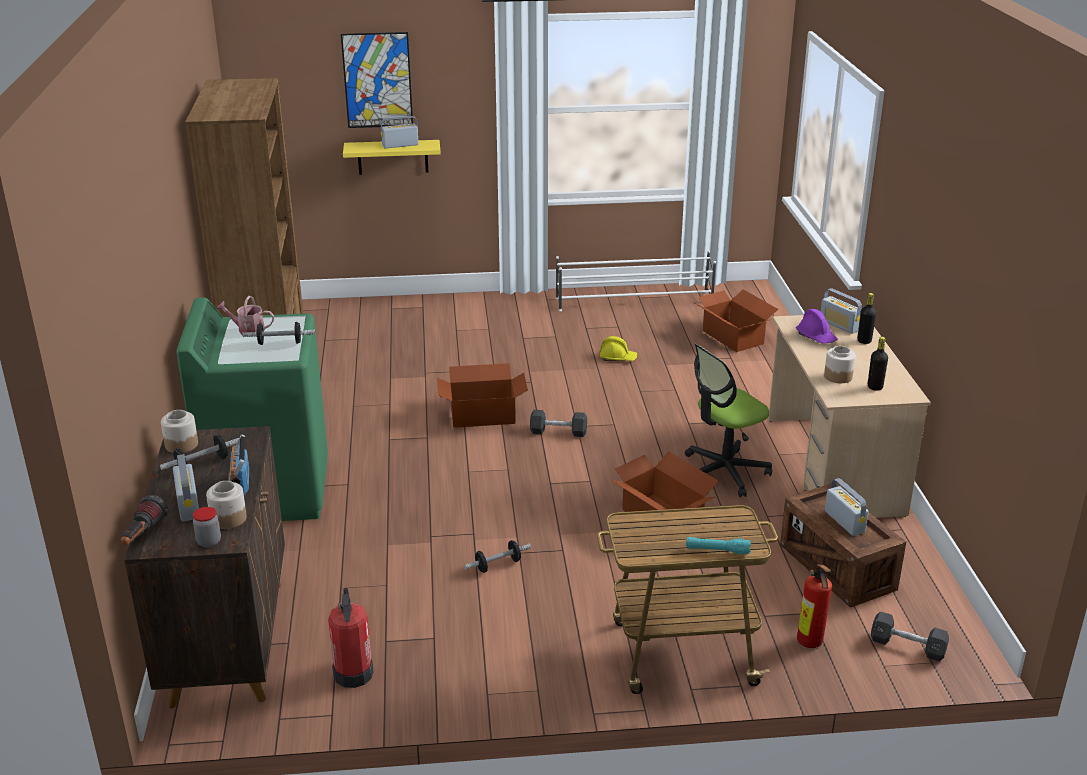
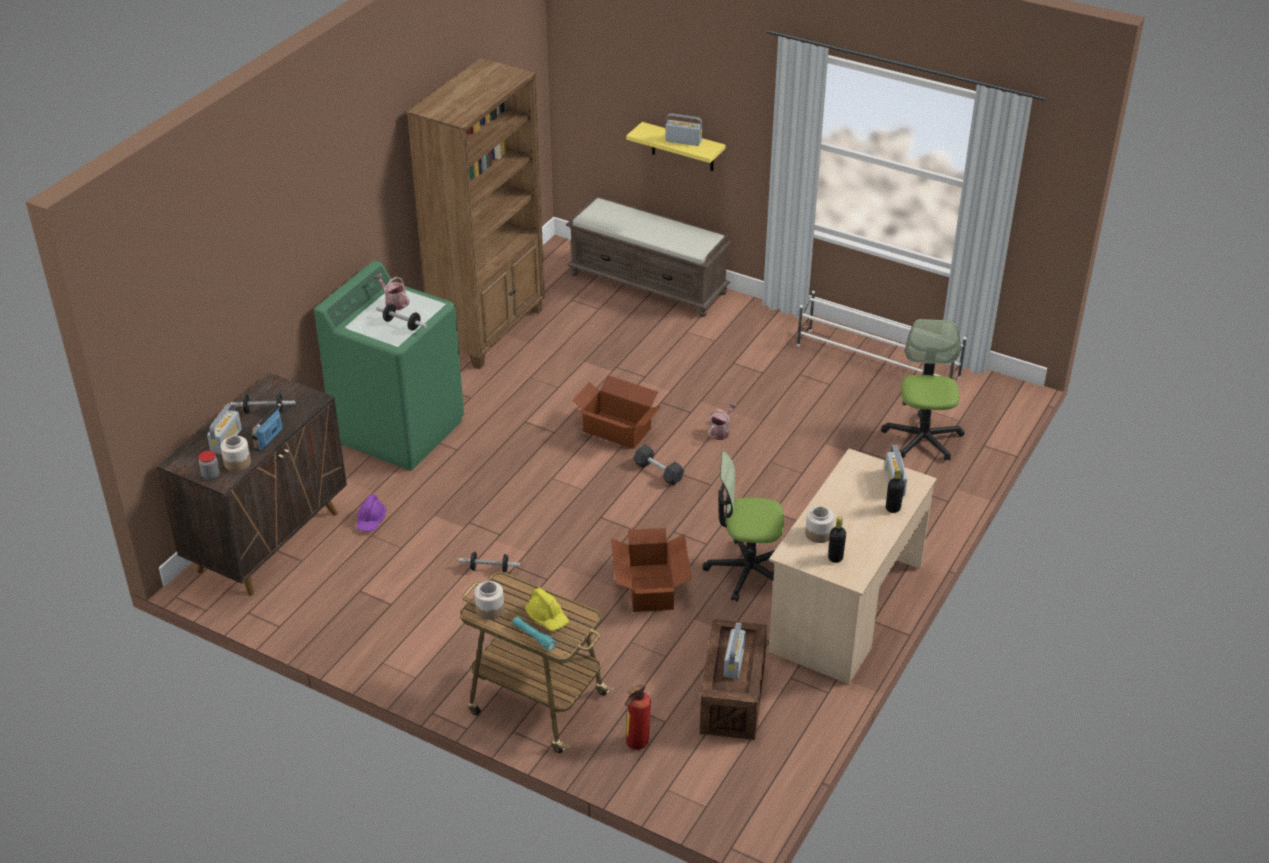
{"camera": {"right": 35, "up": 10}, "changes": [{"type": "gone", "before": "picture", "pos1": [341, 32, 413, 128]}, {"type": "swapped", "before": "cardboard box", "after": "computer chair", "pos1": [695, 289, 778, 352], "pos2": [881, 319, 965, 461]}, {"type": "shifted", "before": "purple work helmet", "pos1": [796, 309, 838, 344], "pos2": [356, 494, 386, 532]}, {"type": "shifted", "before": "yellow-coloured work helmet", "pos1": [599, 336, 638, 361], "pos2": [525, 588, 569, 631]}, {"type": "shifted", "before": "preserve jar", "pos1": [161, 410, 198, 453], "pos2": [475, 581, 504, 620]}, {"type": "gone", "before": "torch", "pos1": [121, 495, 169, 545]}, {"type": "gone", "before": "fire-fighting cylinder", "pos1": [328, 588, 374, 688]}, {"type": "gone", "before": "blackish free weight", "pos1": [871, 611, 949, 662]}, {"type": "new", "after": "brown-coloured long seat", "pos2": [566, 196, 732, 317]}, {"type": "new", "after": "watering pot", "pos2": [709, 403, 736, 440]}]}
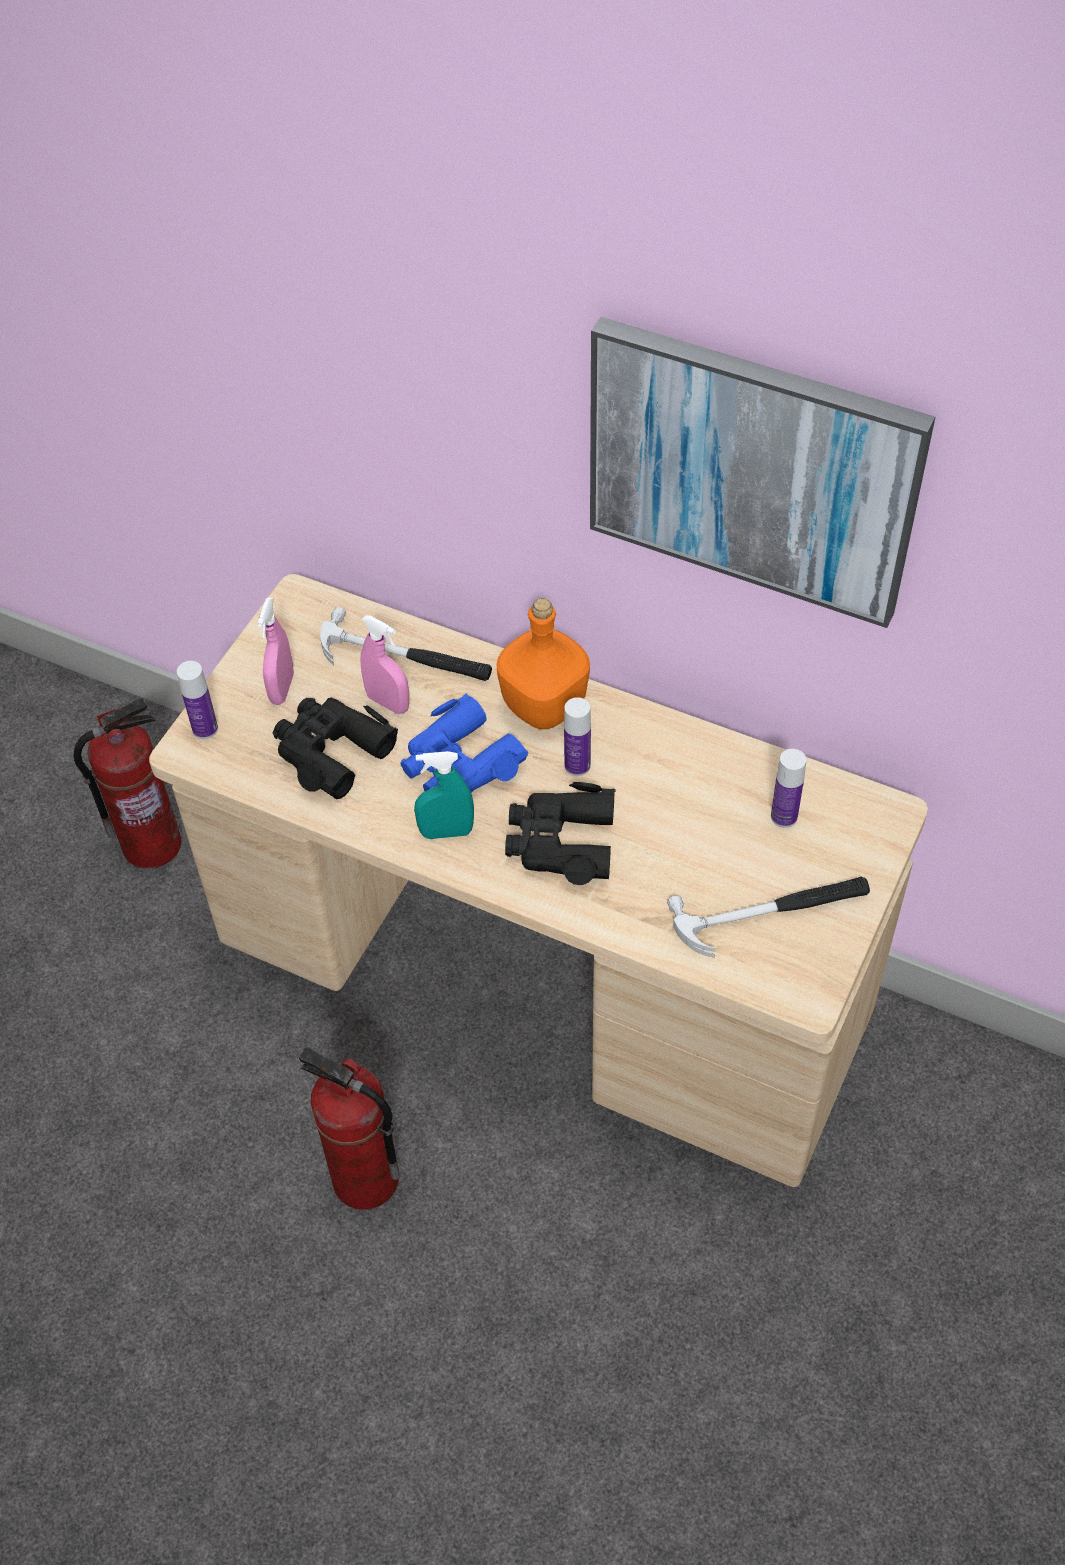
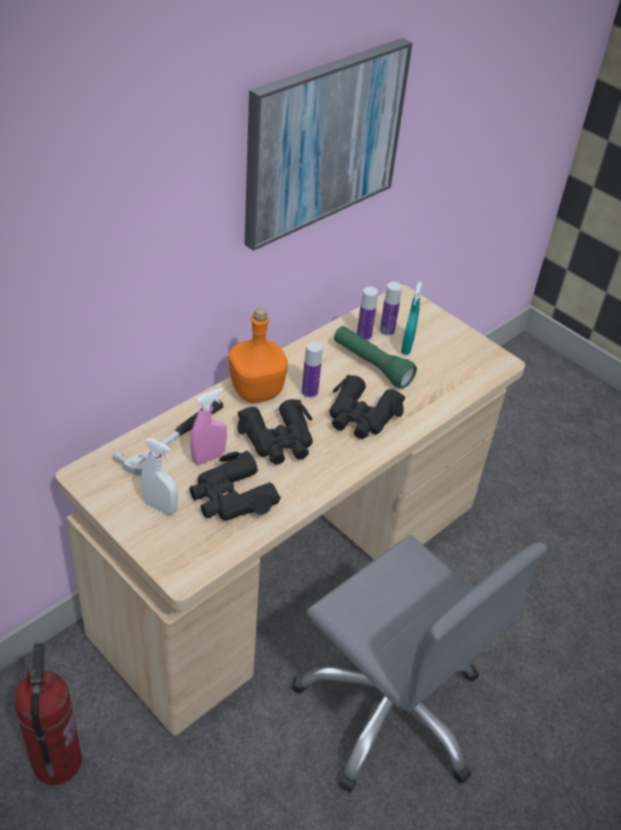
{"camera": {"right": -75, "up": -10}, "changes": [{"type": "repainted", "before": "pink-coloured sprayer", "after": "white sprayer", "pos1": [257, 597, 294, 705], "pos2": [141, 438, 178, 515]}, {"type": "shifted", "before": "drink bottle", "pos1": [177, 661, 218, 739], "pos2": [357, 287, 378, 341]}, {"type": "repainted", "before": "blue pair of binoculars", "after": "blackish pair of binoculars", "pos1": [400, 694, 528, 793], "pos2": [237, 399, 313, 464]}, {"type": "shifted", "before": "turquoise sprayer", "pos1": [414, 751, 474, 839], "pos2": [401, 282, 422, 355]}, {"type": "gone", "before": "hand hammer", "pos1": [667, 877, 870, 958]}, {"type": "swapped", "before": "fire-fighting cylinder", "after": "gray computer chair", "pos1": [298, 1047, 400, 1210], "pos2": [292, 535, 547, 793]}, {"type": "new", "after": "green torch", "pos2": [334, 326, 417, 389]}]}
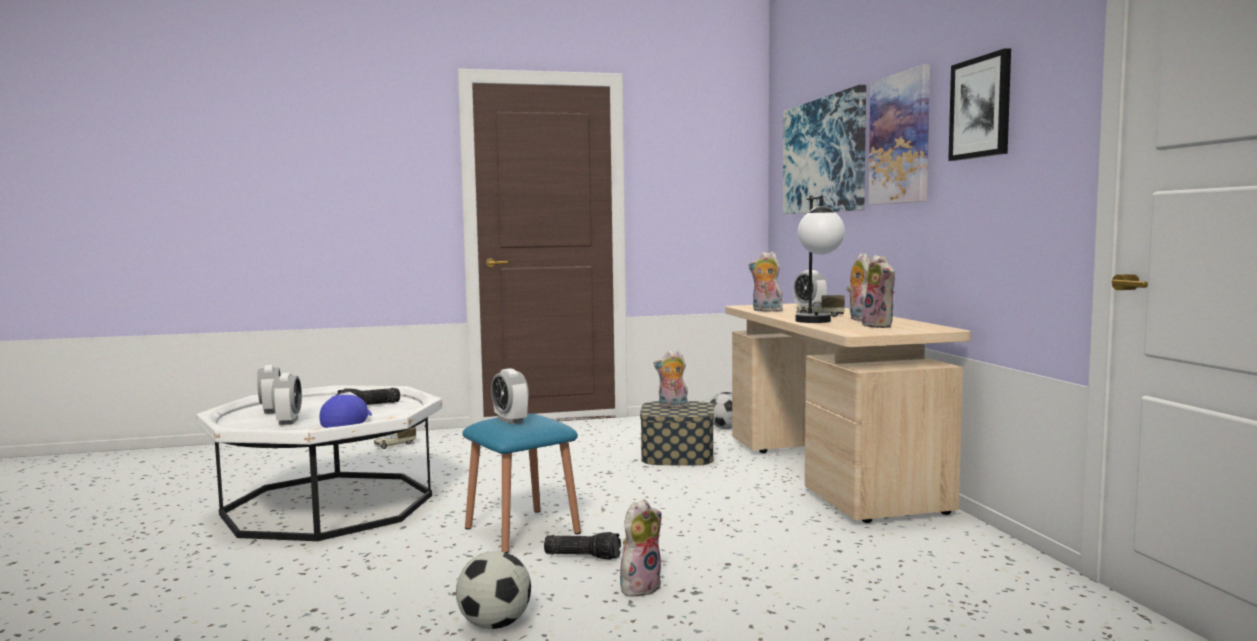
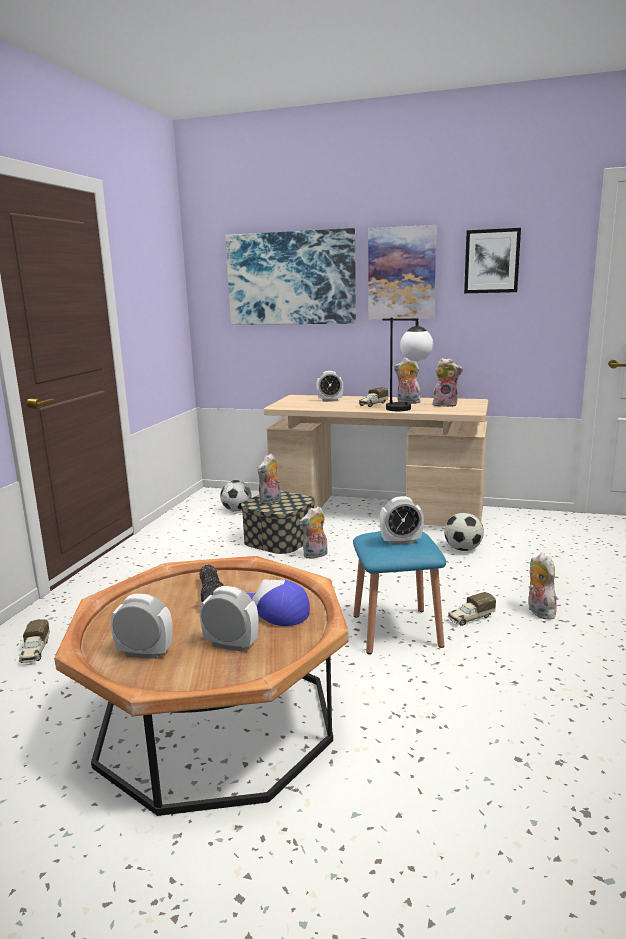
{"camera": {"right": -60, "up": 10}, "changes": [{"type": "shifted", "before": "plush toy", "pos1": [749, 252, 783, 312], "pos2": [299, 506, 328, 559]}, {"type": "repainted", "before": "white low table", "after": "brown-coloured low table", "pos1": [196, 385, 442, 541], "pos2": [54, 556, 349, 816]}, {"type": "swapped", "before": "torch", "after": "toy truck", "pos1": [544, 532, 621, 560], "pos2": [448, 592, 496, 626]}, {"type": "shifted", "before": "ball for football", "pos1": [456, 551, 531, 629], "pos2": [444, 513, 484, 551]}]}
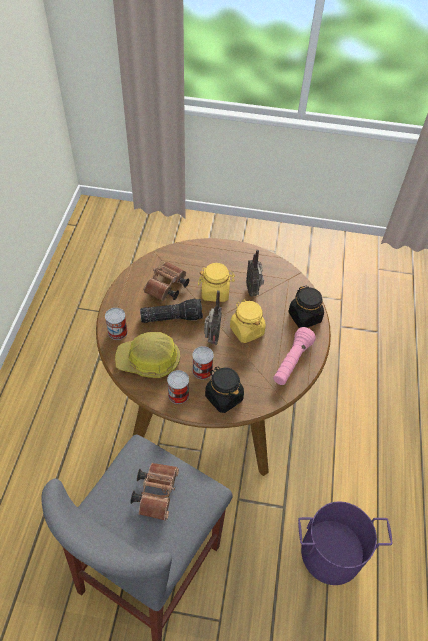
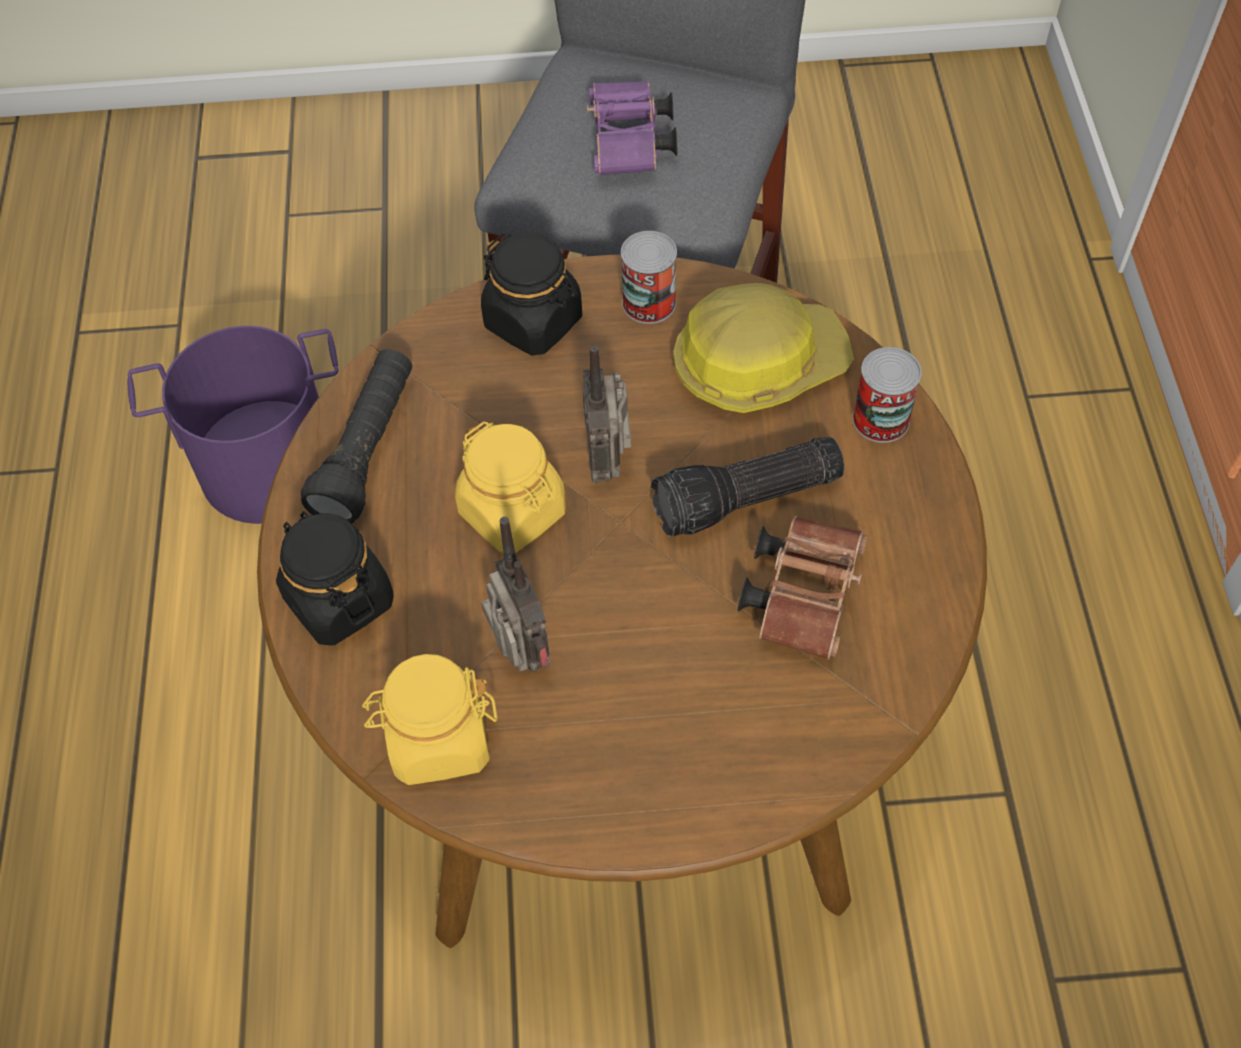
{"camera": {"right": 170, "up": 5}, "changes": [{"type": "shifted", "before": "yellow-coloured preserve jar", "pos1": [198, 263, 235, 302], "pos2": [362, 654, 498, 785]}, {"type": "repainted", "before": "pink-coloured torch", "after": "blackish torch", "pos1": [273, 327, 316, 385], "pos2": [301, 349, 412, 524]}, {"type": "gone", "before": "can", "pos1": [192, 346, 214, 379]}, {"type": "repainted", "before": "brown-coloured pair of binoculars", "after": "purple pair of binoculars", "pos1": [130, 463, 179, 521], "pos2": [587, 81, 677, 176]}]}
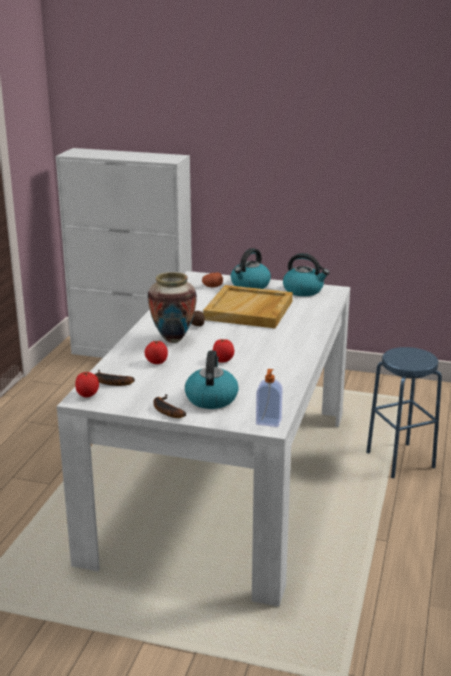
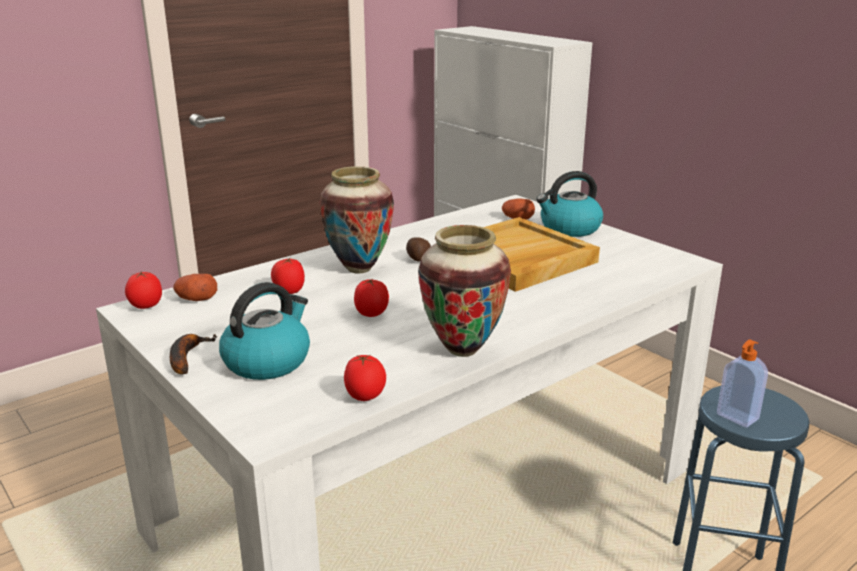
{"camera": {"right": 35, "up": 0}, "changes": [{"type": "gone", "before": "tea kettle", "pos1": [283, 253, 329, 296]}, {"type": "shifted", "before": "liquid soap bottle", "pos1": [256, 369, 283, 427], "pos2": [717, 339, 768, 428]}, {"type": "swapped", "before": "banana", "after": "whole potato", "pos1": [95, 370, 135, 386], "pos2": [173, 274, 217, 301]}, {"type": "new", "after": "flower vase", "pos2": [418, 225, 511, 357]}, {"type": "new", "after": "tomato", "pos2": [344, 355, 386, 401]}]}
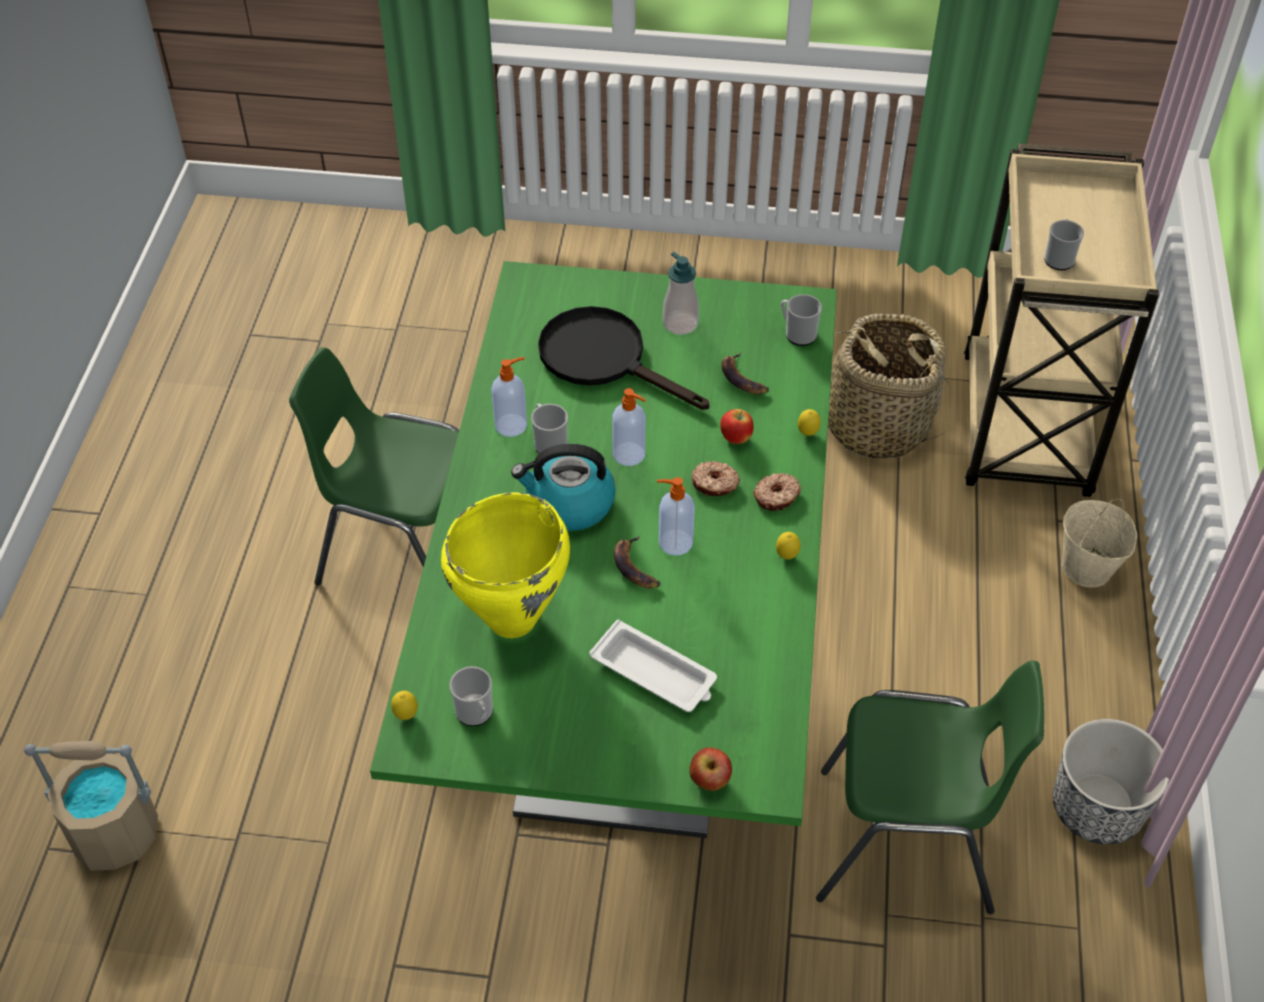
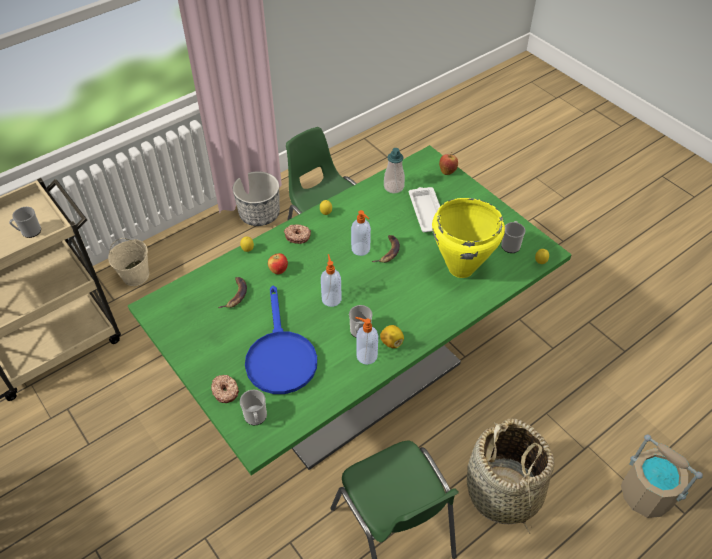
{"camera": {"right": -135, "up": 0}, "changes": [{"type": "shifted", "before": "liquid soap bottle", "pos1": [663, 252, 699, 335], "pos2": [384, 148, 405, 193]}, {"type": "shifted", "before": "mug", "pos1": [781, 294, 822, 346], "pos2": [240, 390, 267, 425]}, {"type": "repainted", "before": "blackish skillet", "after": "blue skillet", "pos1": [538, 306, 709, 410], "pos2": [245, 286, 317, 394]}, {"type": "shifted", "before": "basket", "pos1": [828, 314, 950, 459], "pos2": [467, 418, 554, 534]}, {"type": "gone", "before": "tea kettle", "pos1": [511, 444, 616, 531]}, {"type": "shifted", "before": "ring doughnut", "pos1": [692, 461, 740, 496], "pos2": [211, 375, 239, 403]}, {"type": "new", "after": "whole lemon", "pos2": [380, 325, 404, 348]}]}
